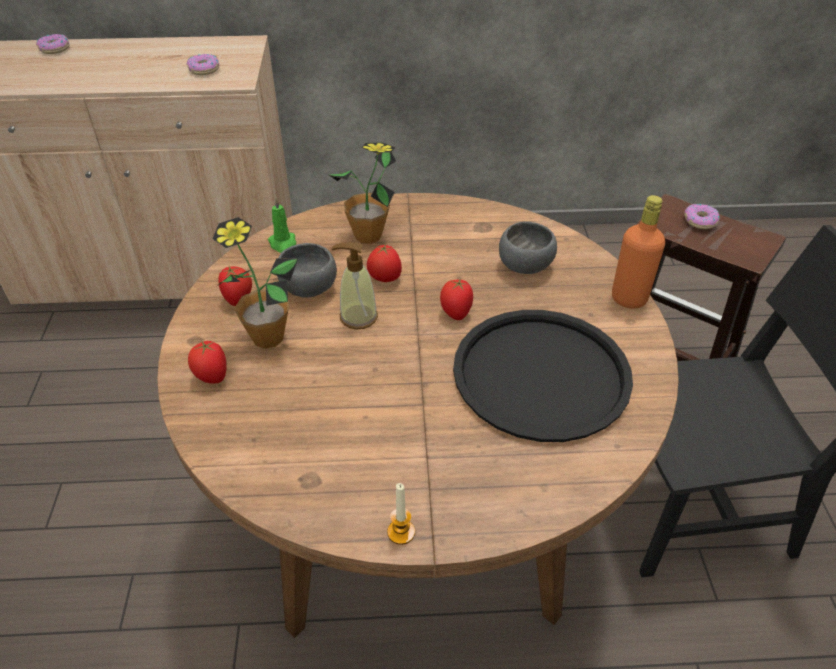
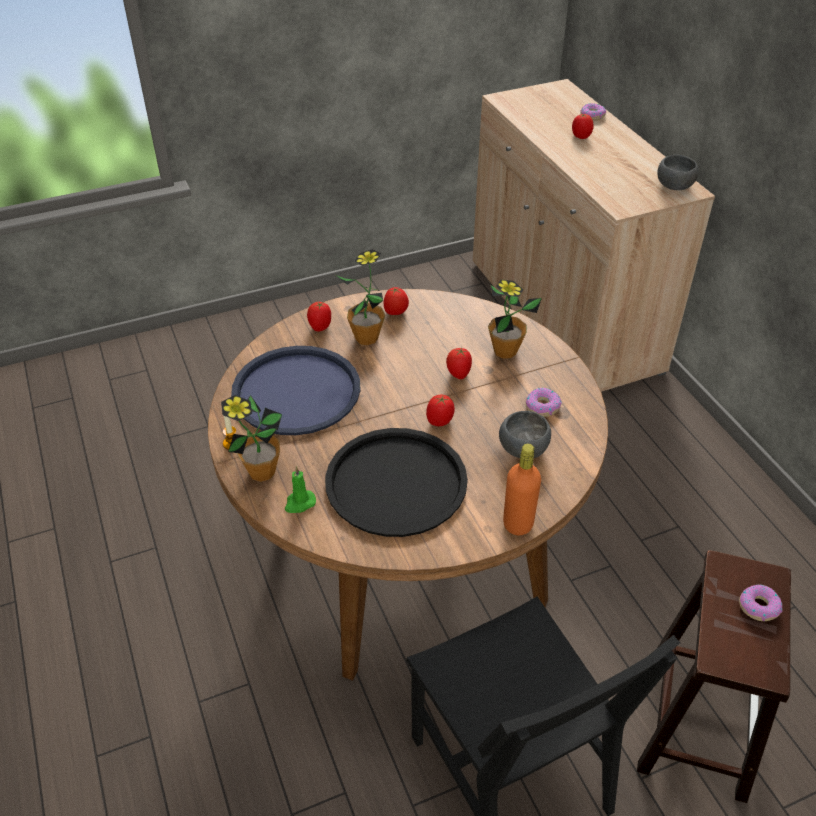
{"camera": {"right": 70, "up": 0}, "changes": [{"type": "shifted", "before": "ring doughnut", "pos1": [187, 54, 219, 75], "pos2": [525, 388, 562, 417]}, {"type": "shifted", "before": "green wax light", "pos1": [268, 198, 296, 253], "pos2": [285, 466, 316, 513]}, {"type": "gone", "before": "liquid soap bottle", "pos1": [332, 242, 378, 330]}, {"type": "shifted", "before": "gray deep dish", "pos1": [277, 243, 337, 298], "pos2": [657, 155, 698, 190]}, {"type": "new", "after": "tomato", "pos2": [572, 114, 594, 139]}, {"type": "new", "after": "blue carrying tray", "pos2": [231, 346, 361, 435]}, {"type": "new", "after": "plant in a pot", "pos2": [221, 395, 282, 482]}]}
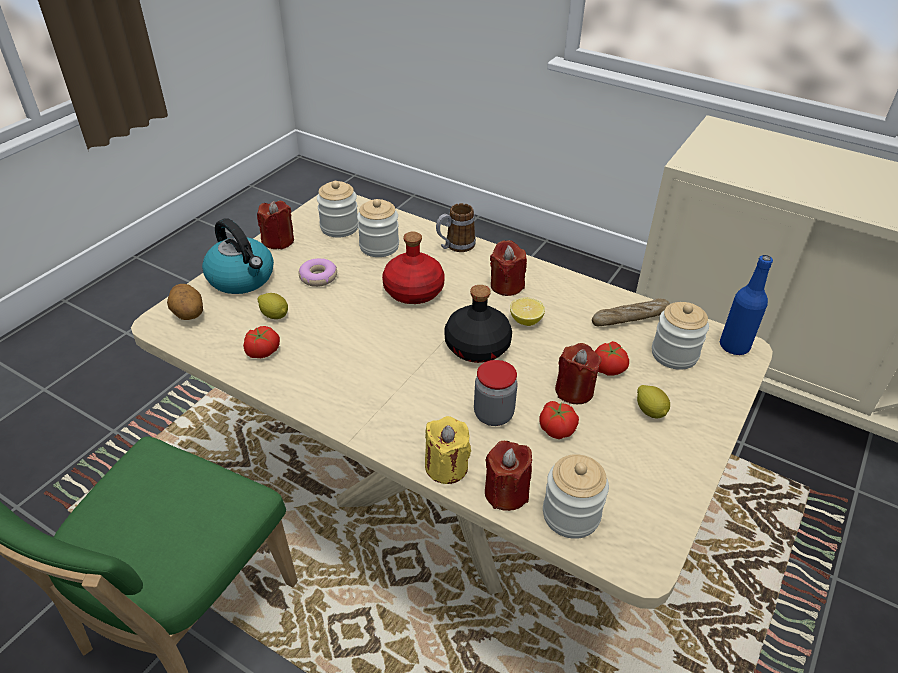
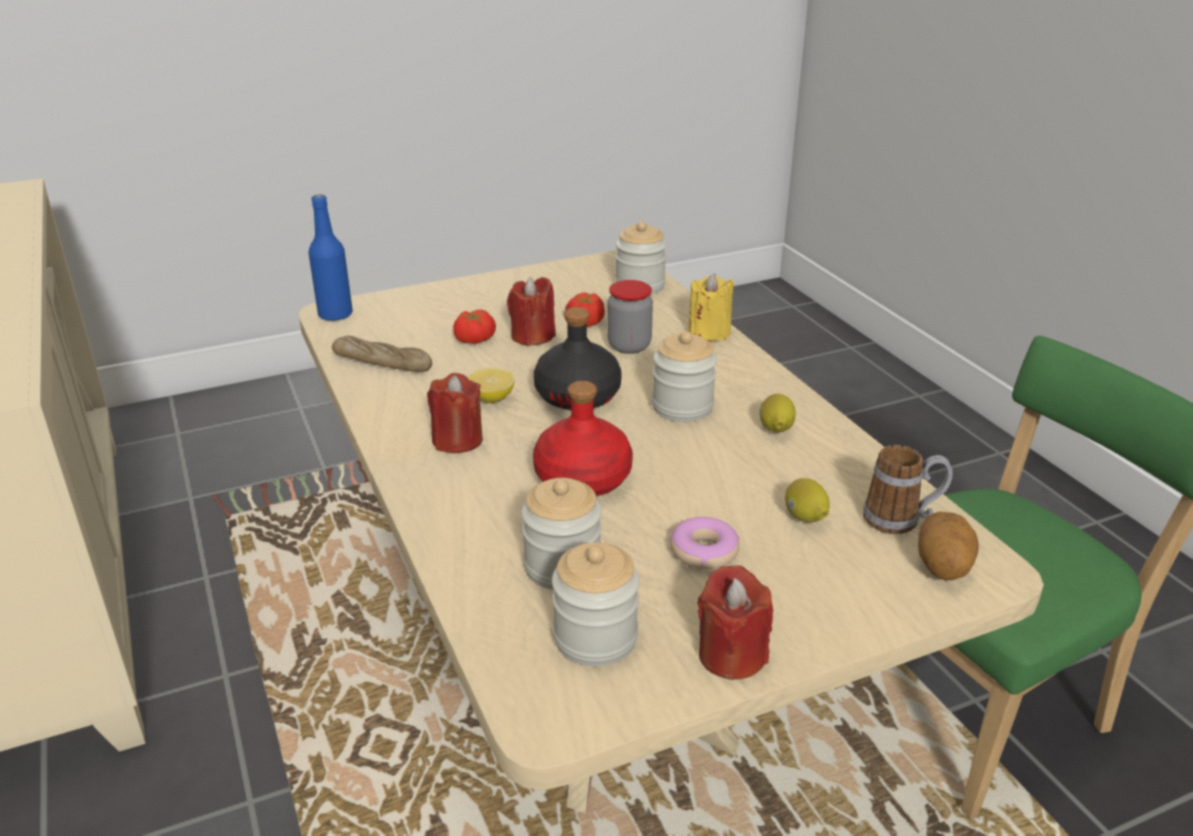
{"camera": {"right": -145, "up": -10}, "changes": [{"type": "shifted", "before": "mug", "pos1": [436, 203, 476, 252], "pos2": [863, 445, 953, 534]}, {"type": "gone", "before": "tea kettle", "pos1": [202, 218, 274, 294]}, {"type": "shifted", "before": "preserve jar", "pos1": [652, 302, 709, 370], "pos2": [652, 331, 717, 422]}, {"type": "gone", "before": "tomato", "pos1": [243, 326, 280, 358]}, {"type": "shifted", "before": "whole lemon", "pos1": [637, 385, 670, 418], "pos2": [759, 394, 796, 432]}, {"type": "gone", "before": "red wax light", "pos1": [485, 441, 532, 511]}]}
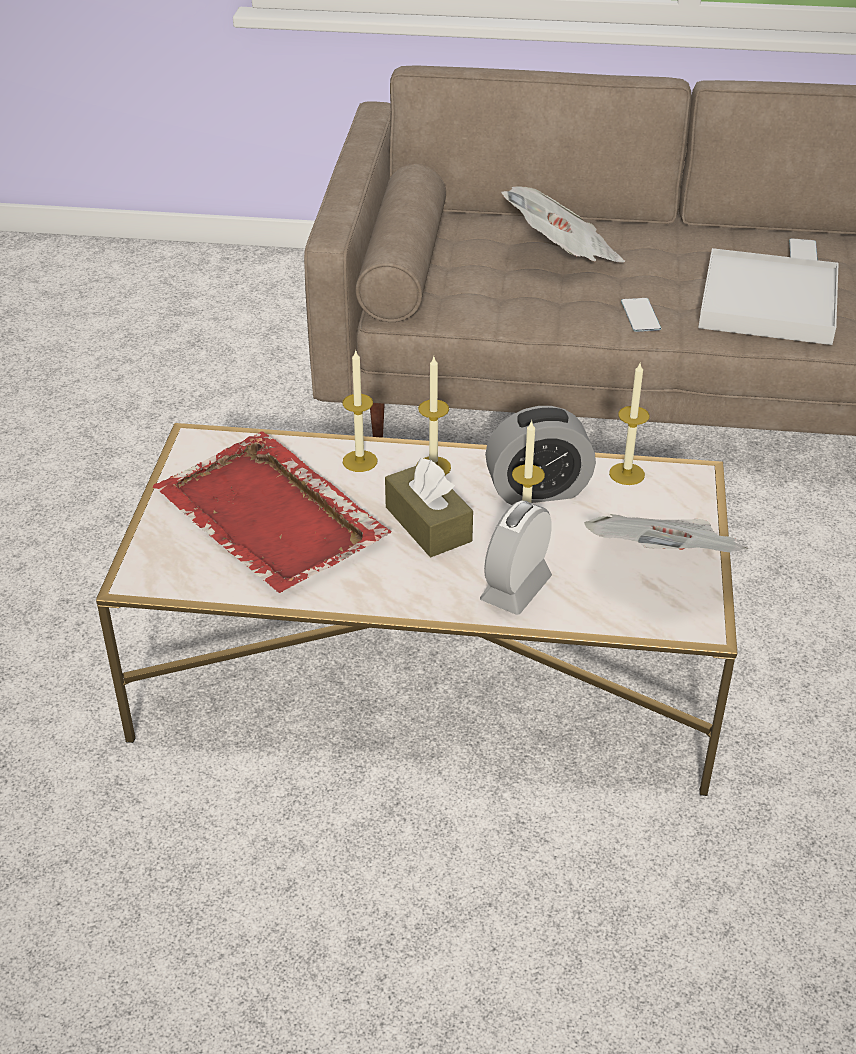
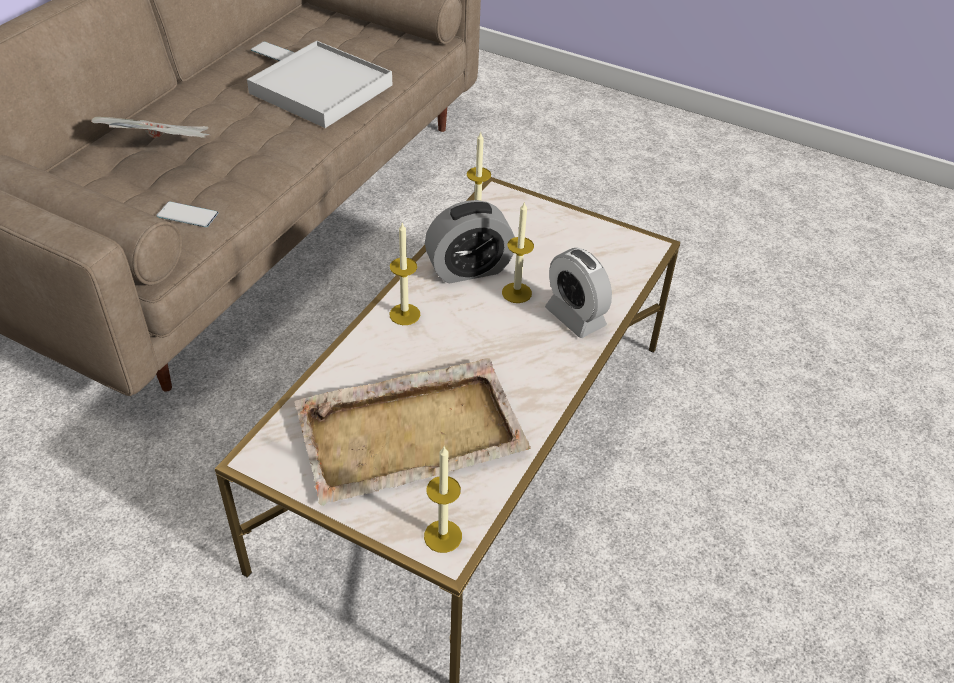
{"camera": {"right": -70, "up": 5}, "changes": [{"type": "shifted", "before": "telephone", "pos1": [621, 298, 661, 332], "pos2": [156, 201, 218, 227]}, {"type": "shifted", "before": "wax light", "pos1": [342, 349, 378, 472], "pos2": [424, 447, 462, 553]}, {"type": "rotated", "before": "alarm clock", "pos1": [485, 406, 596, 505], "pos2": [425, 200, 515, 283], "turn": 60}, {"type": "repainted", "before": "red carrying tray", "after": "beige carrying tray", "pos1": [153, 431, 392, 593], "pos2": [294, 358, 531, 506]}, {"type": "gone", "before": "brown-coloured tissue box", "pos1": [385, 458, 473, 557]}, {"type": "gone", "before": "printed paper", "pos1": [584, 514, 748, 552]}]}
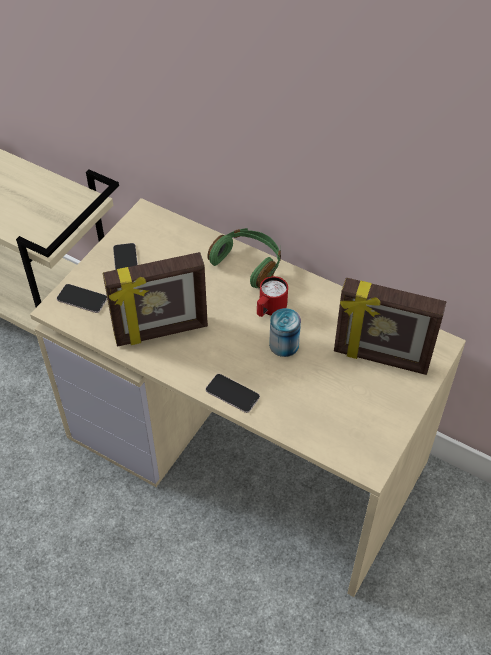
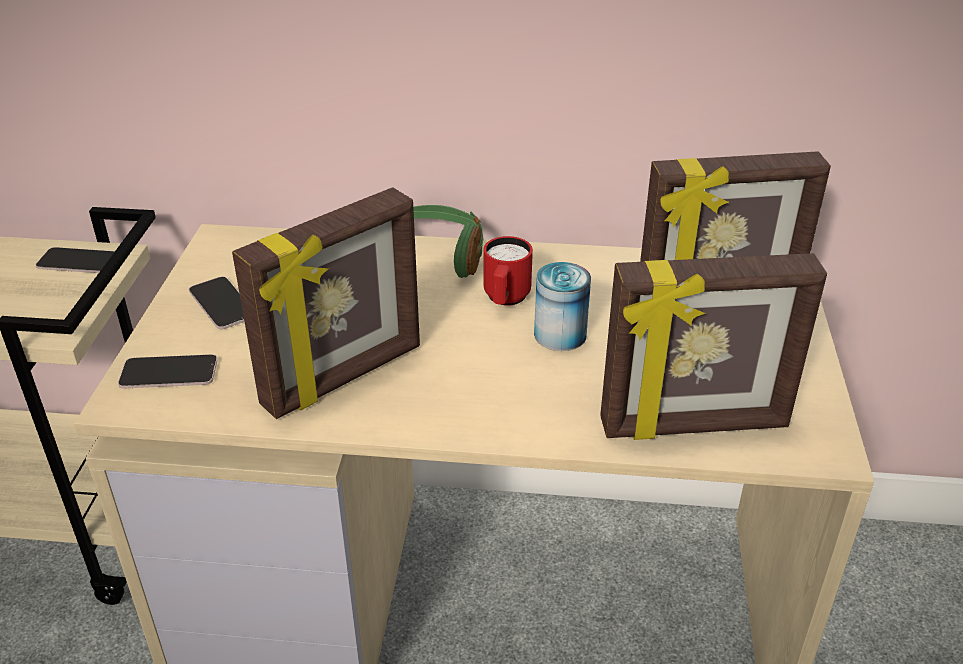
{"camera": {"right": -25, "up": -15}, "changes": [{"type": "shifted", "before": "telephone", "pos1": [206, 374, 260, 413], "pos2": [36, 247, 115, 273]}, {"type": "new", "after": "photo frame", "pos2": [600, 253, 827, 440]}]}
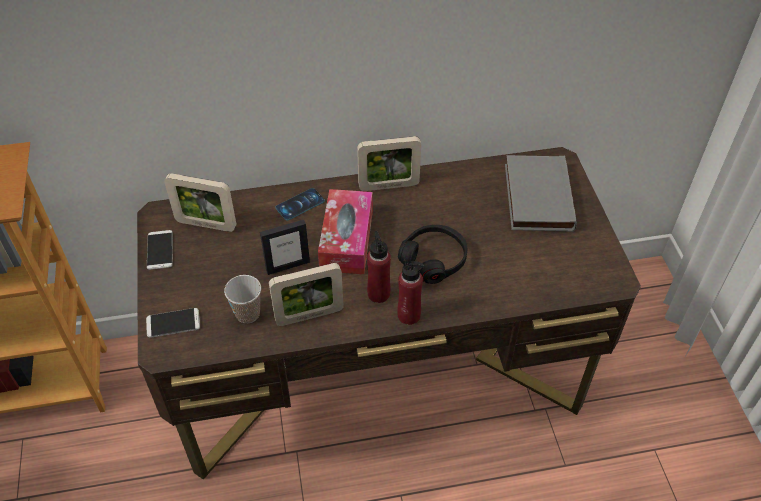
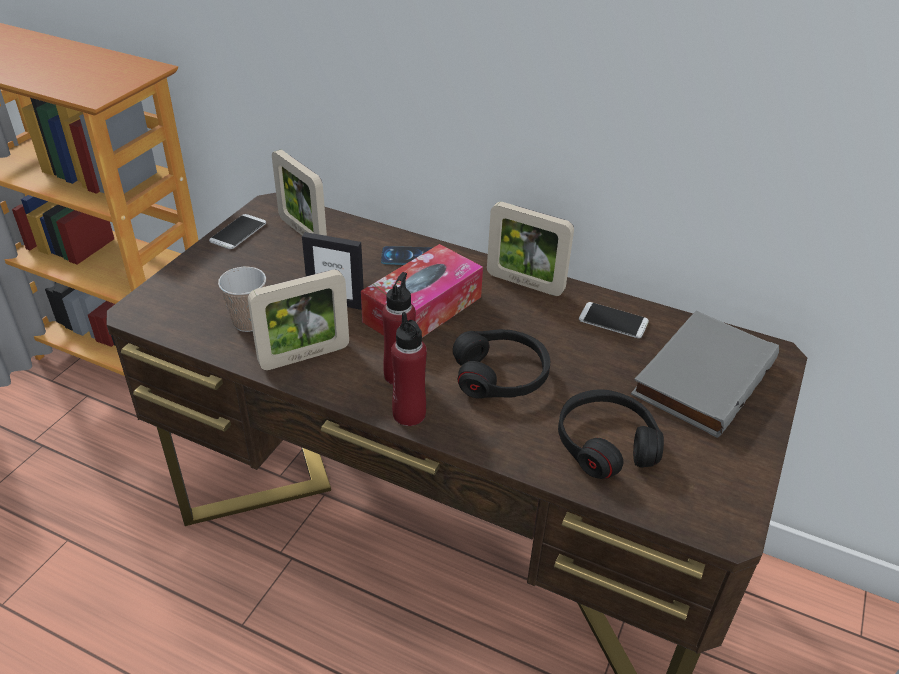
{"camera": {"right": 35, "up": -10}, "changes": [{"type": "rotated", "before": "photo frame", "pos1": [269, 263, 344, 326], "pos2": [248, 270, 349, 370], "turn": -45}, {"type": "shifted", "before": "telephone", "pos1": [146, 308, 200, 338], "pos2": [579, 302, 649, 338]}, {"type": "new", "after": "blackish headset", "pos2": [558, 389, 664, 479]}]}
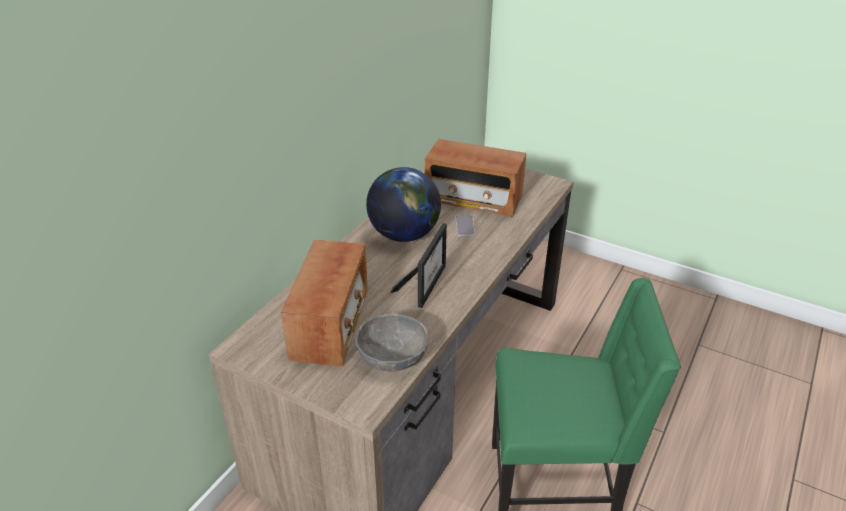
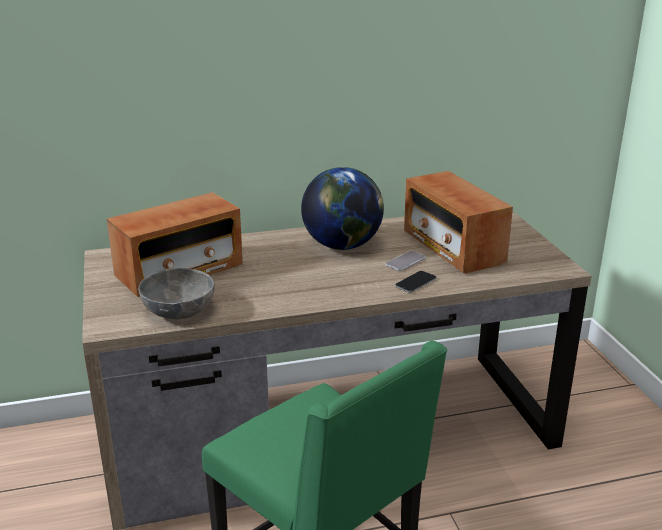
{"camera": {"right": 45, "up": -10}, "changes": [{"type": "gone", "before": "photo frame", "pos1": [391, 223, 447, 308]}, {"type": "new", "after": "telephone", "pos2": [395, 271, 436, 293]}]}
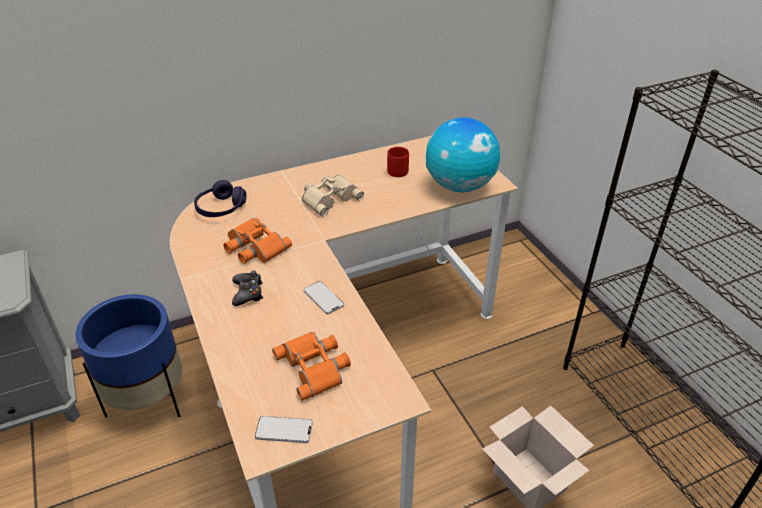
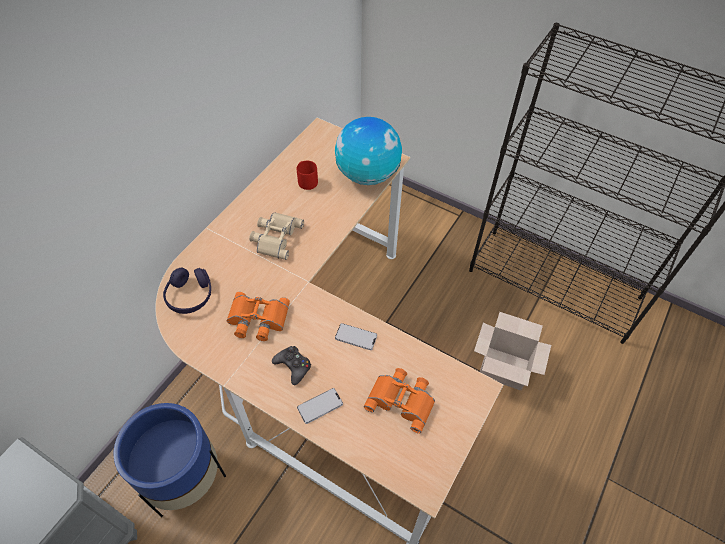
{"camera": {"right": -35, "up": 15}, "changes": [{"type": "shifted", "before": "telephone", "pos1": [255, 416, 313, 443], "pos2": [297, 388, 343, 424]}]}
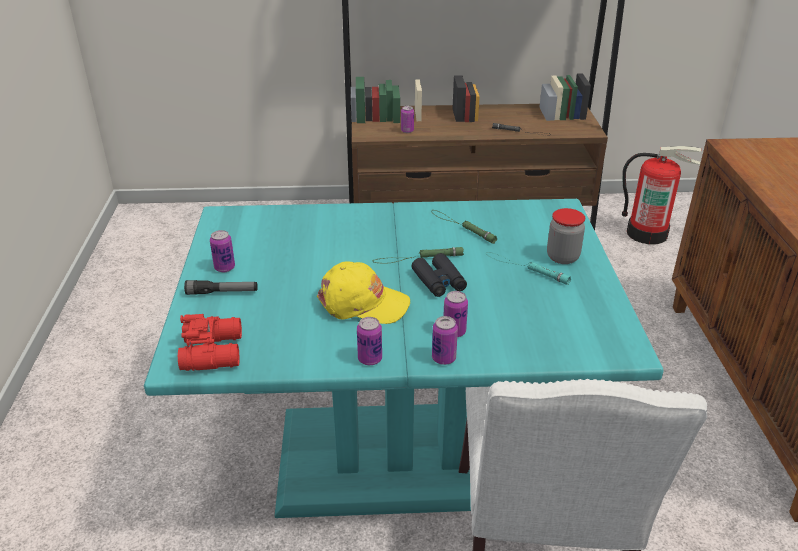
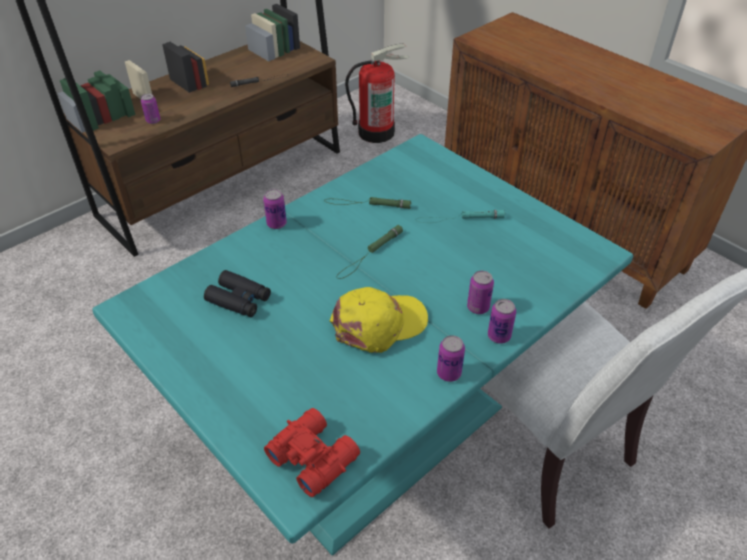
{"camera": {"right": -40, "up": 10}, "changes": [{"type": "gone", "before": "preserve jar", "pos1": [547, 208, 585, 264]}, {"type": "shifted", "before": "can", "pos1": [210, 230, 235, 272], "pos2": [263, 189, 287, 229]}, {"type": "shifted", "before": "blackish pair of binoculars", "pos1": [412, 253, 467, 297], "pos2": [204, 270, 271, 317]}, {"type": "gone", "before": "torch", "pos1": [184, 280, 258, 295]}]}
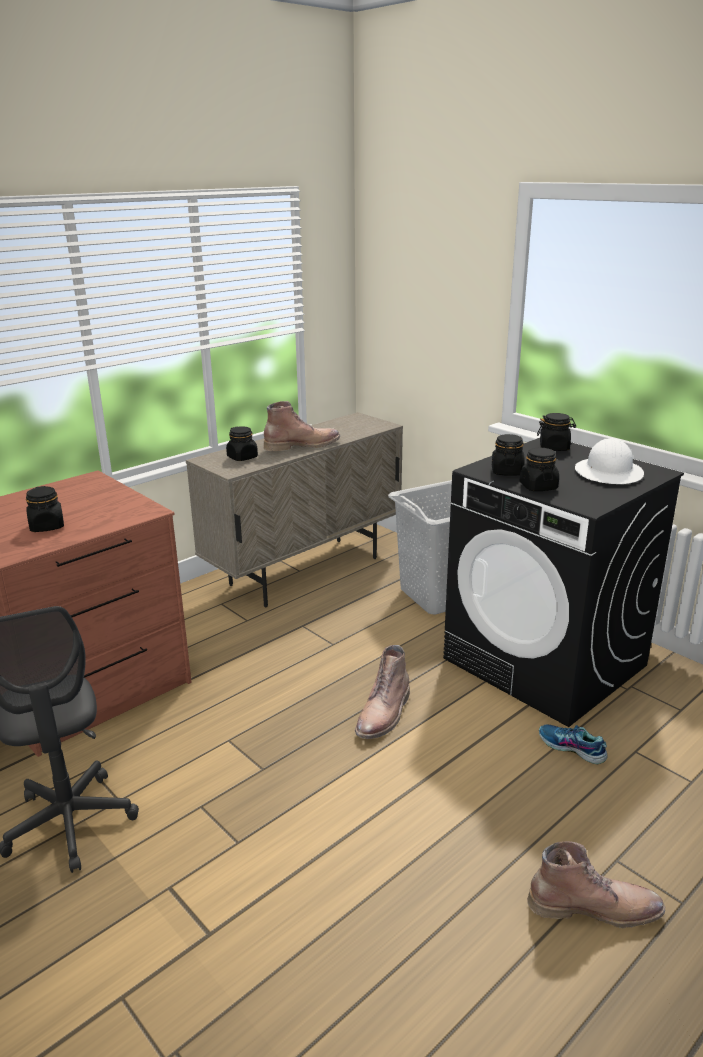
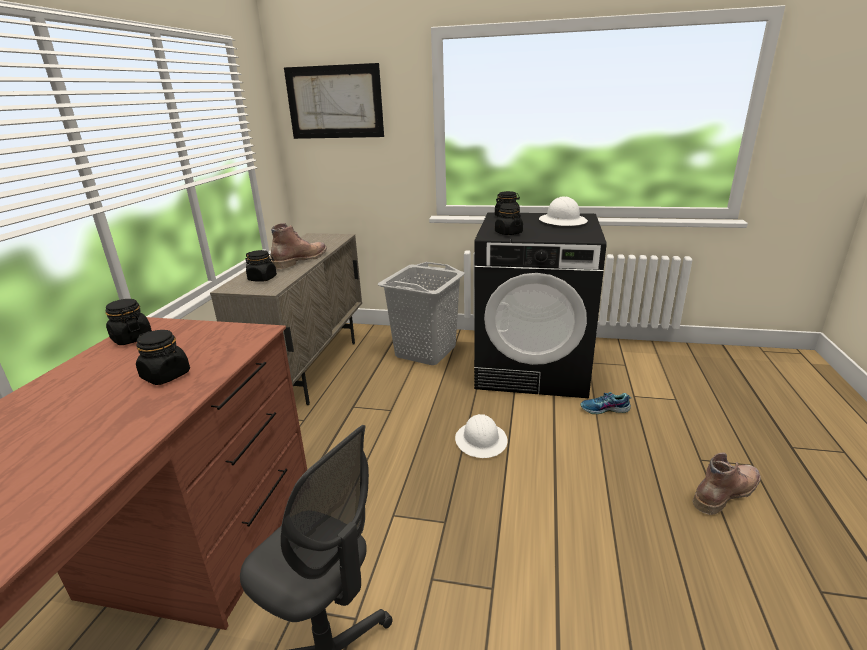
{"camera": {"right": -35, "up": 0}, "changes": [{"type": "shifted", "before": "blackish preserve jar", "pos1": [520, 448, 559, 491], "pos2": [105, 299, 152, 345]}, {"type": "swapped", "before": "brown-coloured boot", "after": "white work helmet", "pos1": [355, 645, 410, 739], "pos2": [455, 414, 507, 458]}, {"type": "new", "after": "picture", "pos2": [284, 63, 384, 139]}]}
